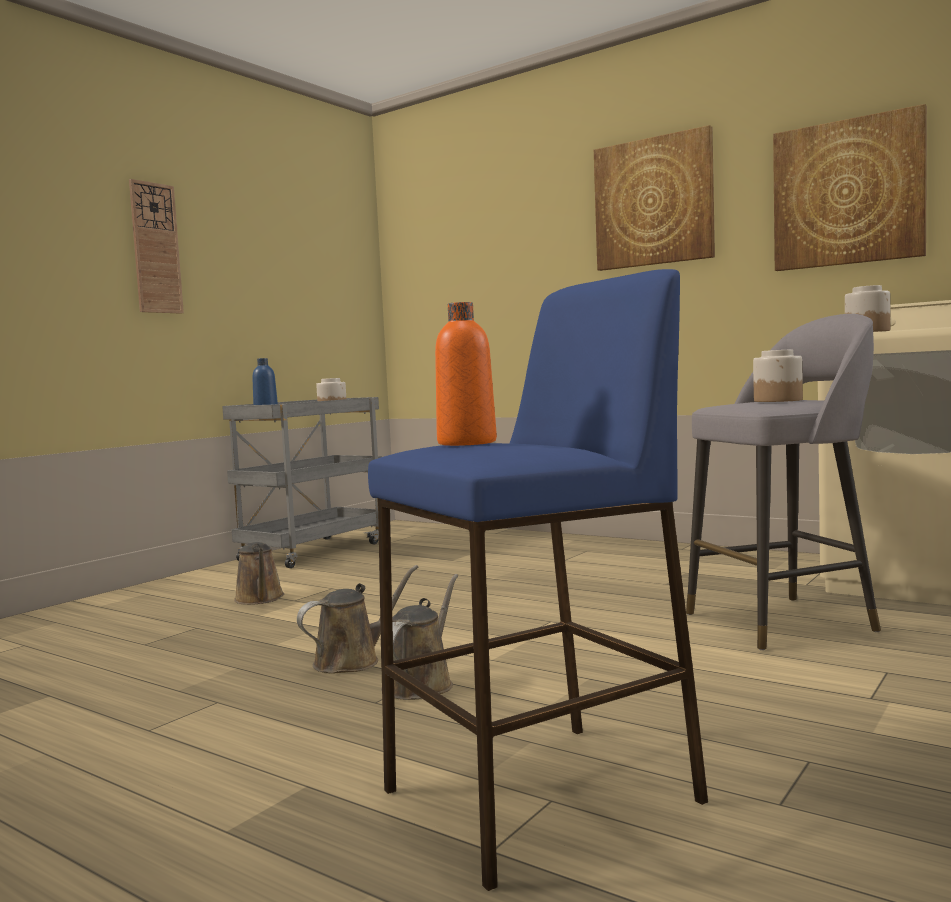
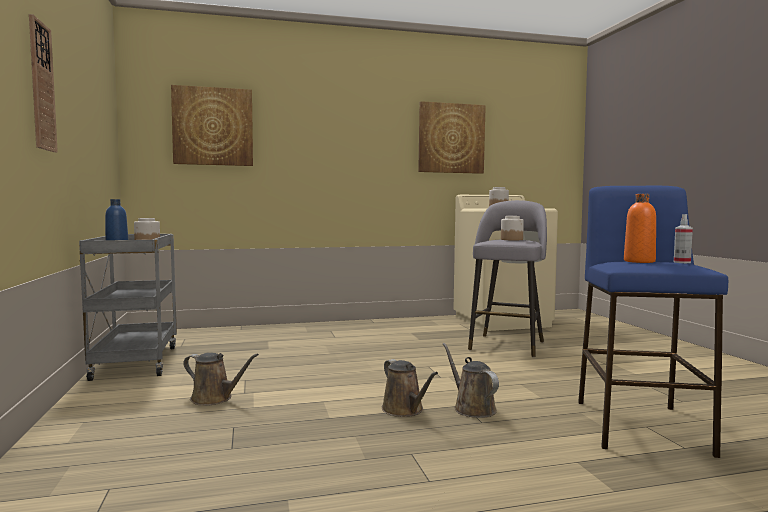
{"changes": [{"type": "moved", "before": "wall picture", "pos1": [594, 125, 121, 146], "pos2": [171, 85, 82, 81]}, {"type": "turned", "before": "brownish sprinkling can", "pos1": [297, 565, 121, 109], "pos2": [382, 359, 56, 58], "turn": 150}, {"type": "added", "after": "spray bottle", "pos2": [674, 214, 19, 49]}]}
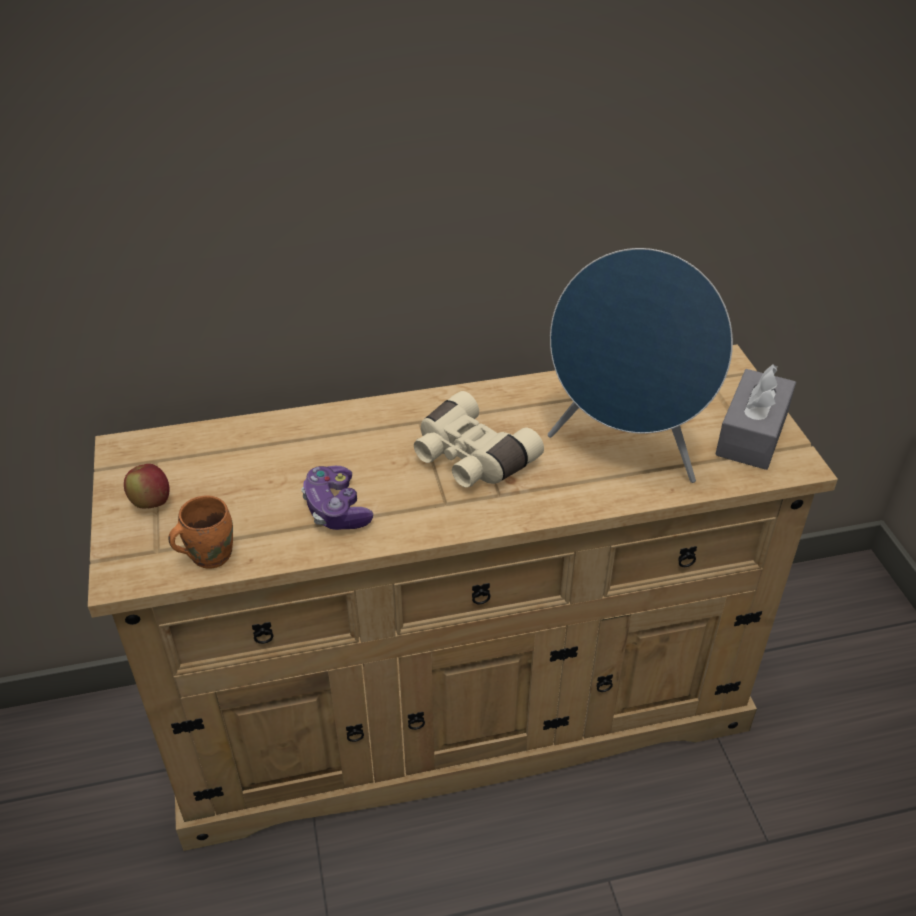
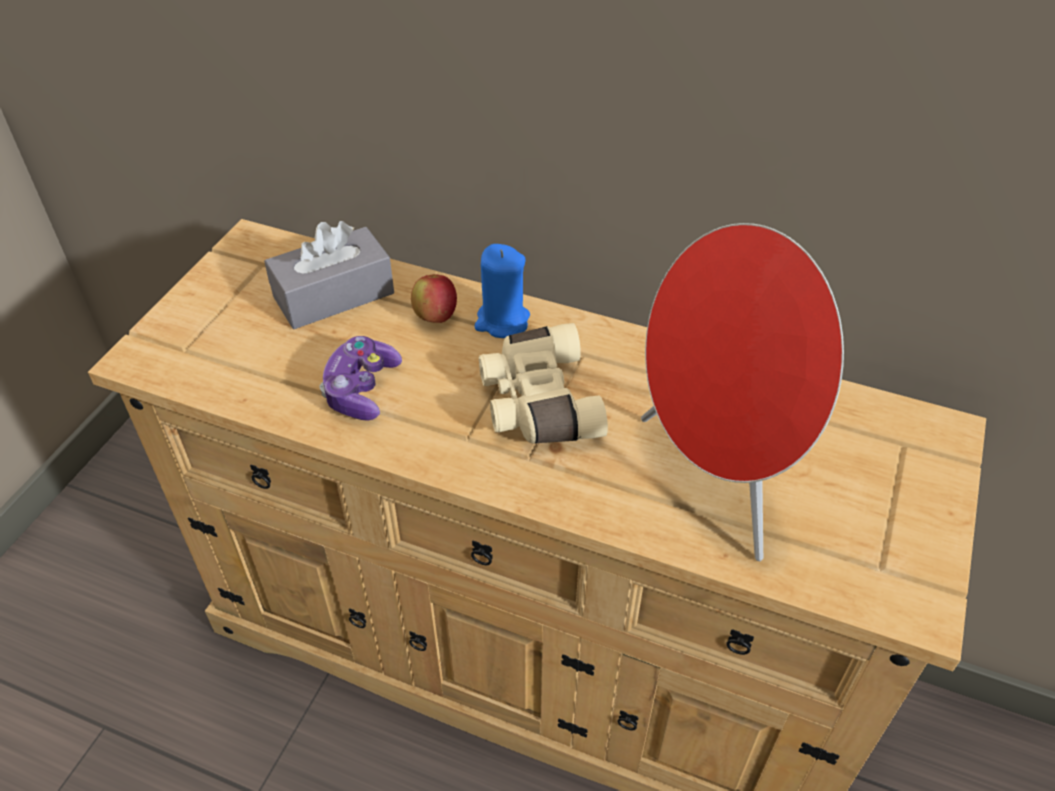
{"changes": [{"type": "recoloured", "before": "blue-coloured loudspeaker", "after": "red loudspeaker", "pos1": [548, 248, 185, 235], "pos2": [641, 223, 203, 338]}, {"type": "moved", "before": "grey tissue box", "pos1": [715, 364, 81, 106], "pos2": [264, 221, 130, 108]}, {"type": "moved", "before": "whole apple", "pos1": [124, 464, 45, 44], "pos2": [411, 274, 46, 49]}, {"type": "removed", "before": "orange-coloured tea mug", "pos1": [168, 496, 65, 73]}, {"type": "added", "after": "blue-coloured wax light", "pos2": [474, 244, 56, 94]}]}
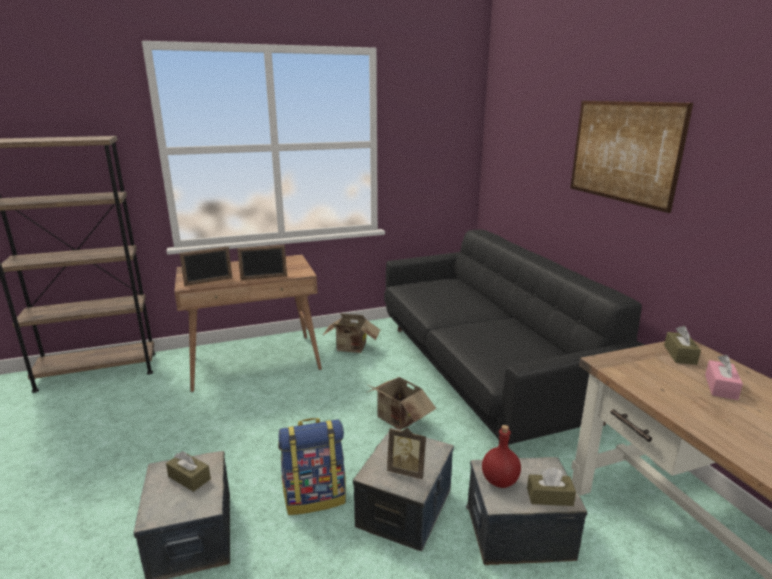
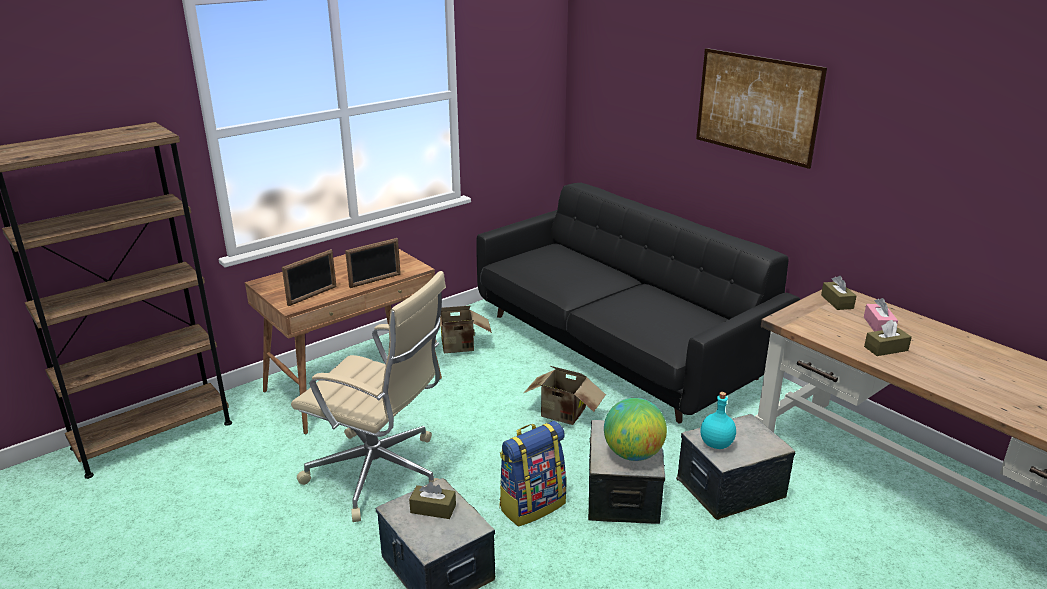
{"changes": [{"type": "recoloured", "before": "red beverage bottle", "after": "turquoise beverage bottle", "pos1": [482, 425, 39, 63], "pos2": [701, 392, 35, 57]}, {"type": "replaced", "before": "picture frame", "after": "desk globe", "pos1": [387, 428, 39, 51], "pos2": [604, 398, 63, 63]}, {"type": "moved", "before": "brownish tissue box", "pos1": [527, 467, 49, 39], "pos2": [864, 320, 48, 36]}, {"type": "added", "after": "beige computer chair", "pos2": [291, 271, 155, 251]}]}
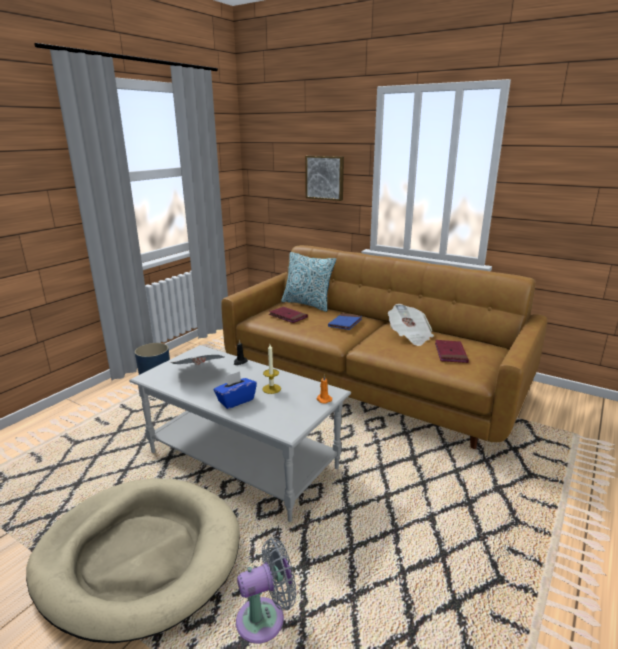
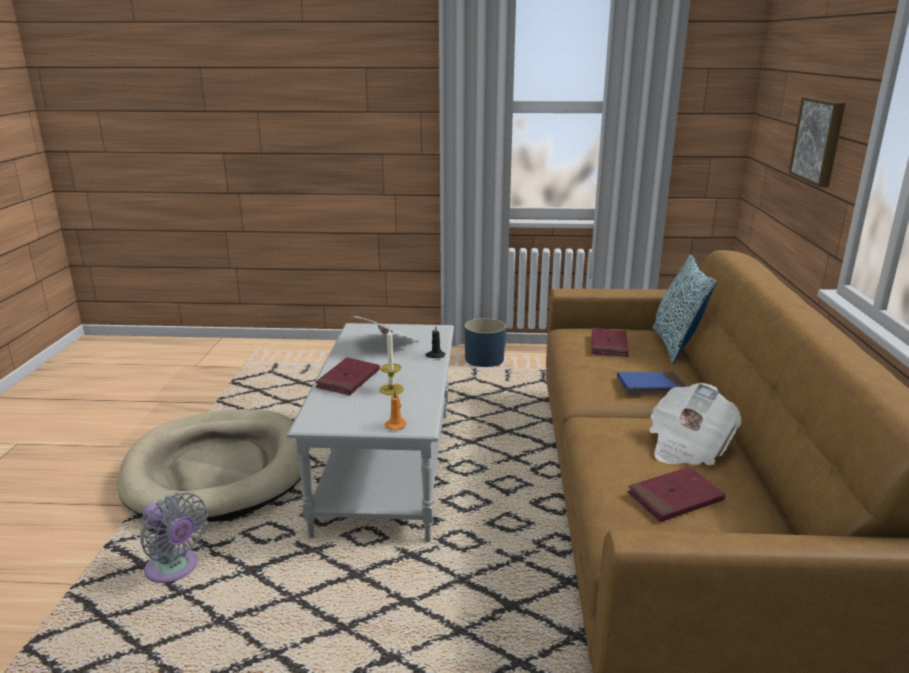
{"changes": [{"type": "replaced", "before": "blue-coloured tissue box", "after": "red book", "pos1": [214, 371, 43, 38], "pos2": [315, 358, 65, 37]}]}
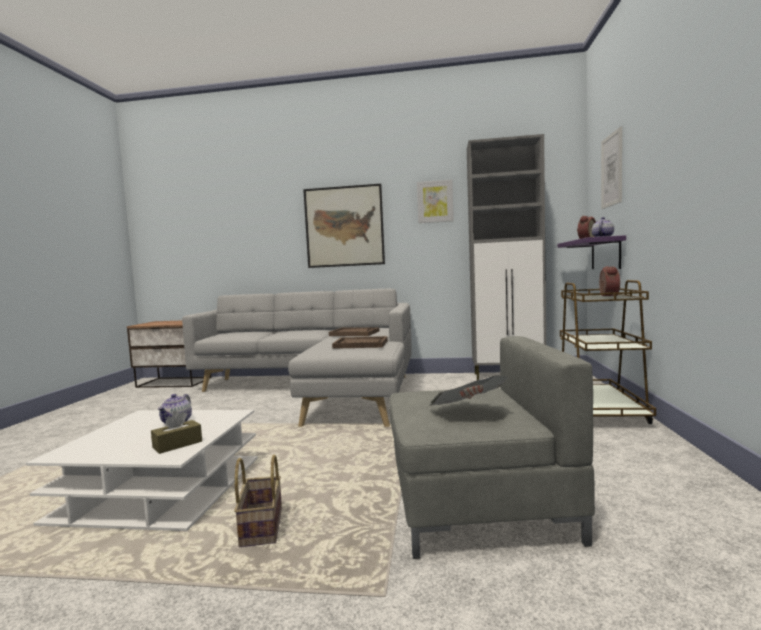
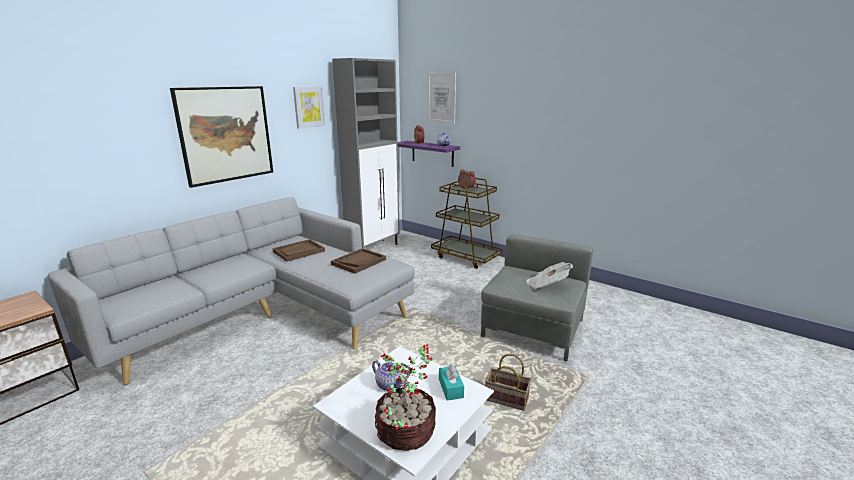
{"changes": [{"type": "recoloured", "before": "brownish tissue box", "after": "turquoise tissue box", "pos1": [151, 411, 51, 43], "pos2": [439, 363, 25, 38]}, {"type": "added", "after": "houseplant", "pos2": [375, 344, 61, 107]}]}
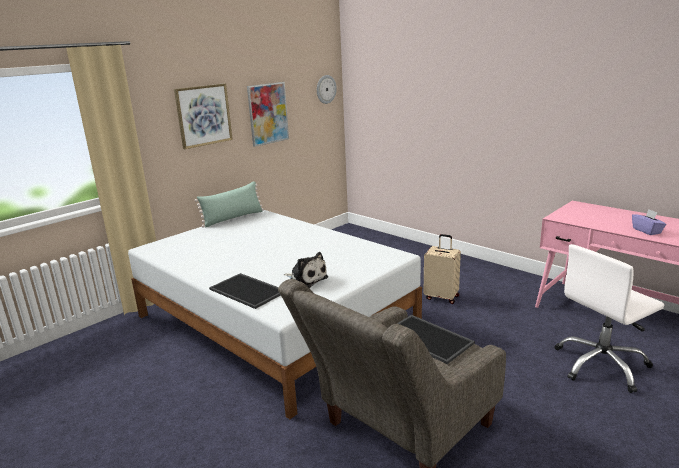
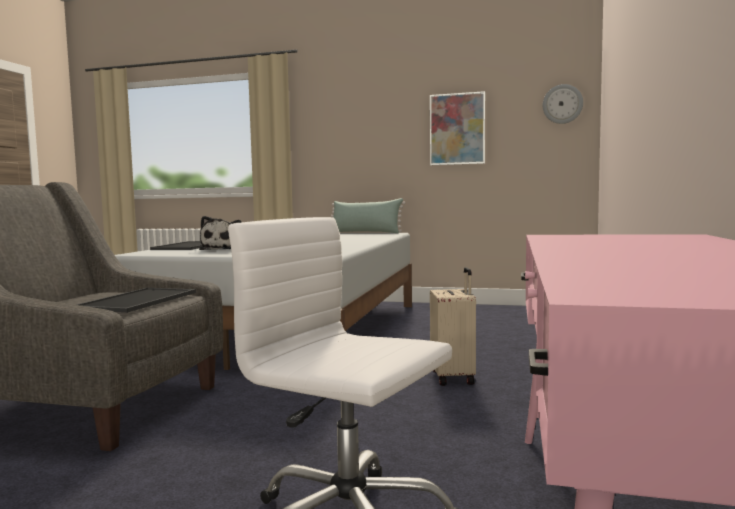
{"changes": [{"type": "removed", "before": "wall picture", "pos1": [174, 83, 59, 66]}, {"type": "removed", "before": "purplish tissue box", "pos1": [632, 209, 34, 26]}]}
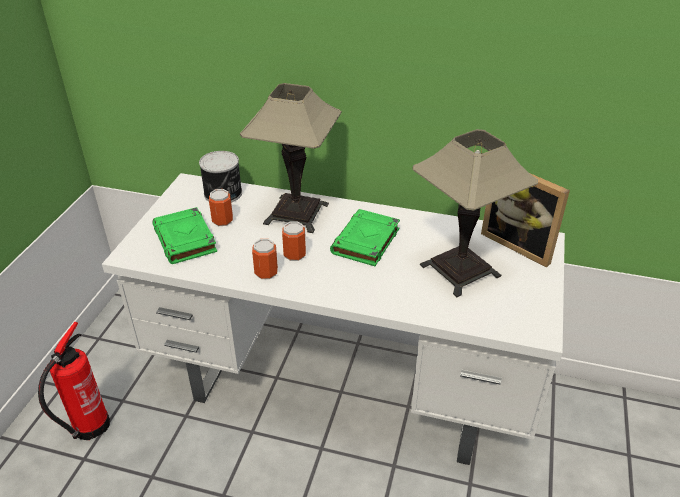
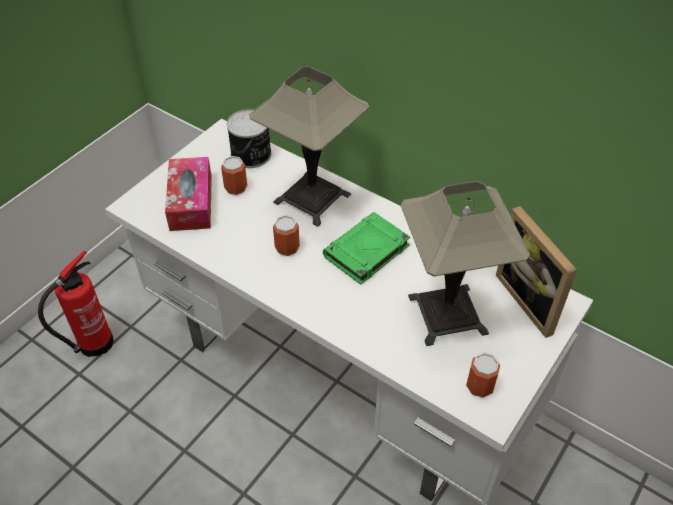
{"changes": [{"type": "replaced", "before": "greenish book", "after": "tissue box", "pos1": [152, 207, 65, 57], "pos2": [165, 157, 47, 74]}, {"type": "moved", "before": "sealed can", "pos1": [252, 239, 26, 40], "pos2": [466, 353, 34, 45]}]}
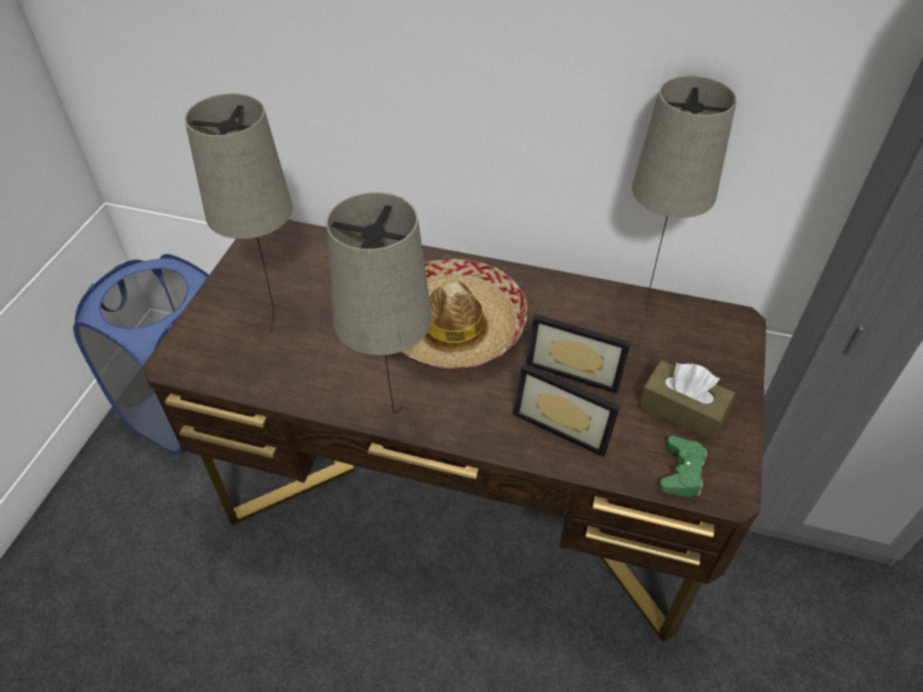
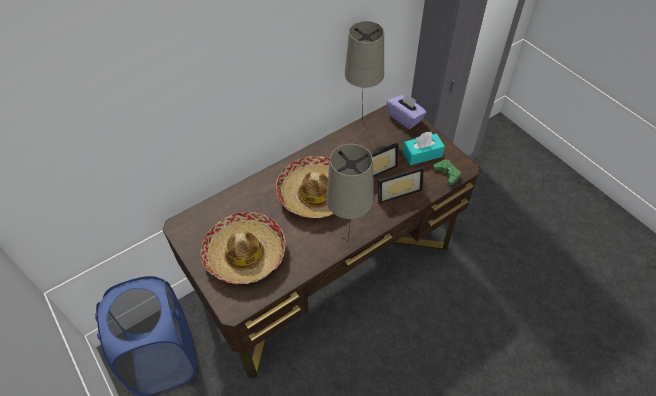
{"changes": [{"type": "replaced", "before": "beige tabletop lamp", "after": "hat", "pos1": [185, 93, 108, 240], "pos2": [200, 212, 85, 72]}, {"type": "recoloured", "before": "brownish tissue box", "after": "turquoise tissue box", "pos1": [638, 360, 97, 82], "pos2": [403, 132, 42, 33]}, {"type": "added", "after": "purplish tissue box", "pos2": [387, 92, 40, 37]}]}
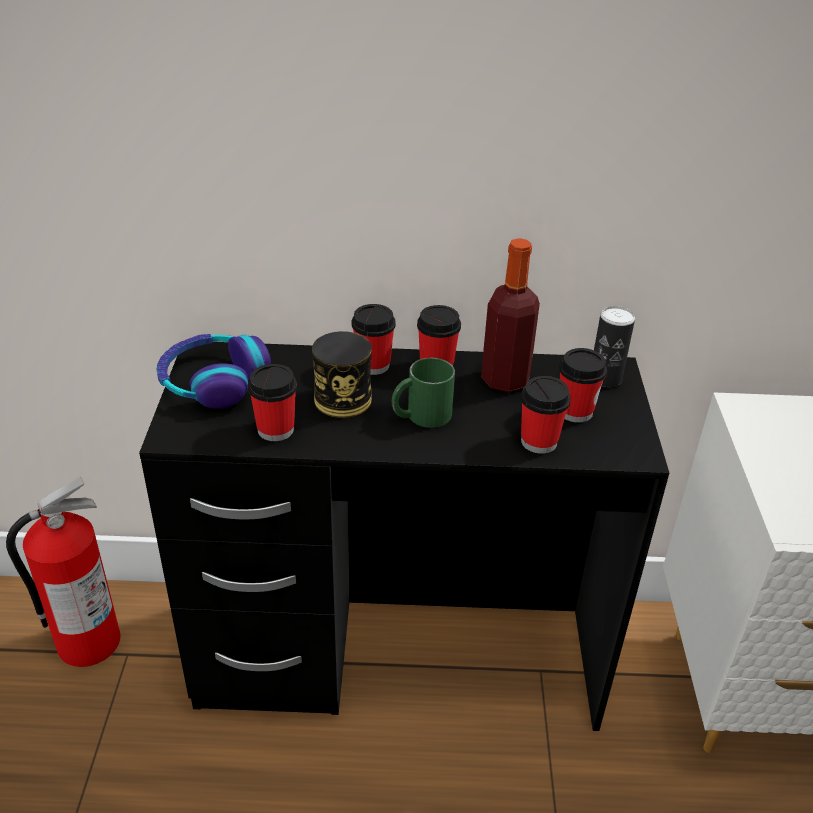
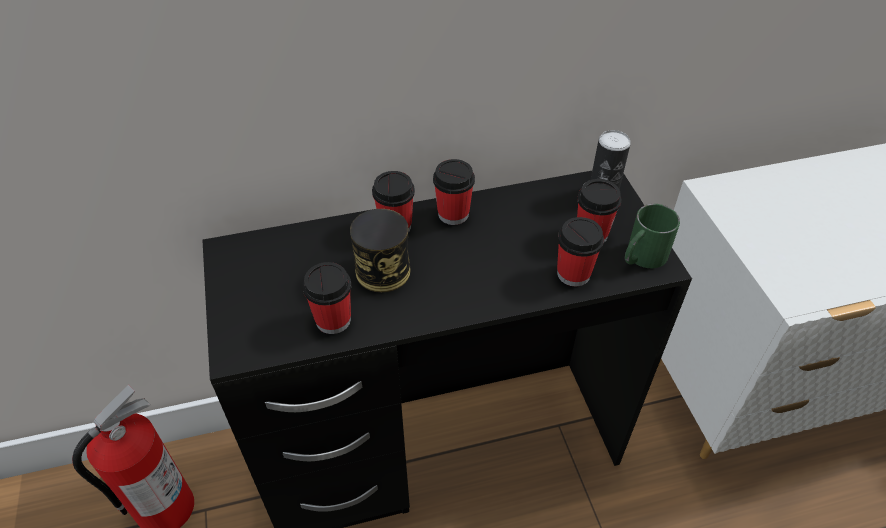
{"changes": [{"type": "removed", "before": "beverage bottle", "pos1": [481, 238, 59, 154]}, {"type": "removed", "before": "headphones", "pos1": [156, 334, 115, 75]}, {"type": "moved", "before": "greenish tea mug", "pos1": [392, 358, 63, 70], "pos2": [625, 204, 55, 64]}]}
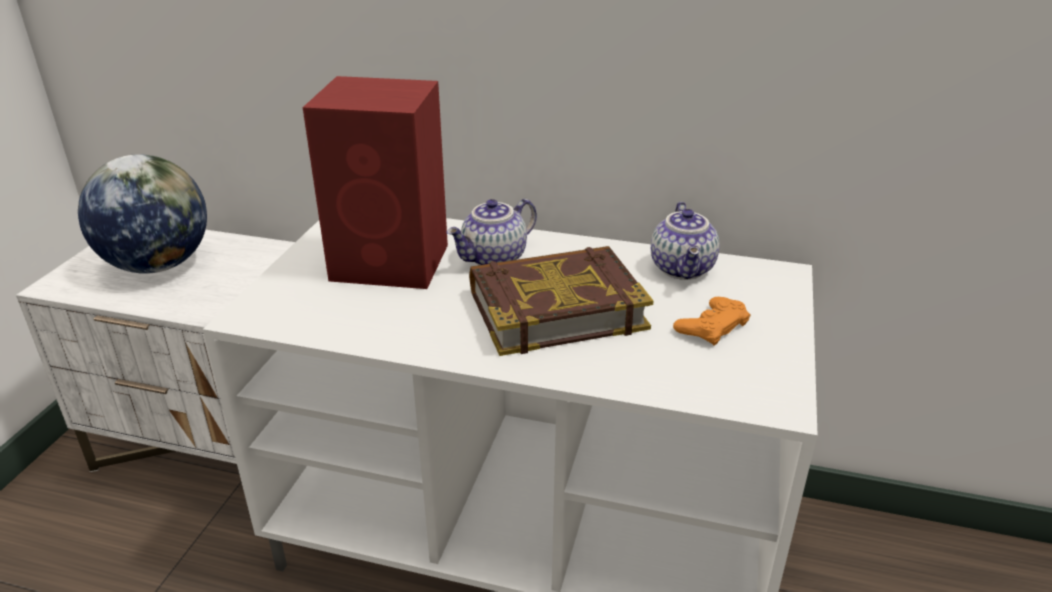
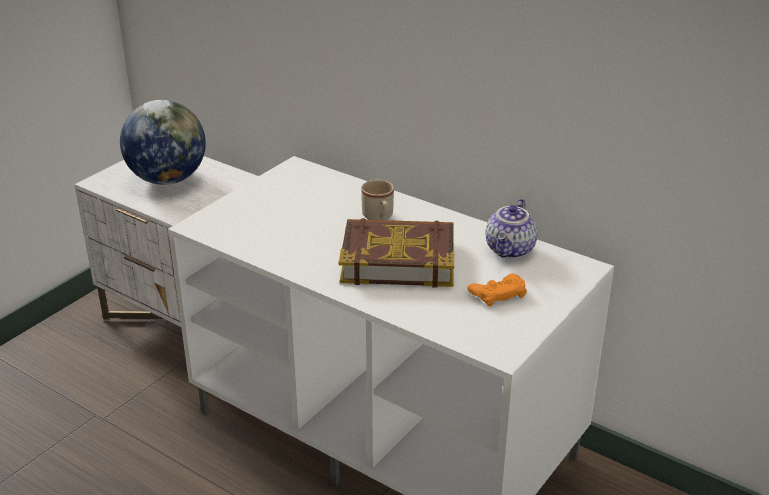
{"changes": [{"type": "removed", "before": "red loudspeaker", "pos1": [303, 76, 145, 213]}, {"type": "replaced", "before": "pot for tea", "after": "beige tea mug", "pos1": [446, 199, 91, 66], "pos2": [361, 180, 33, 40]}]}
